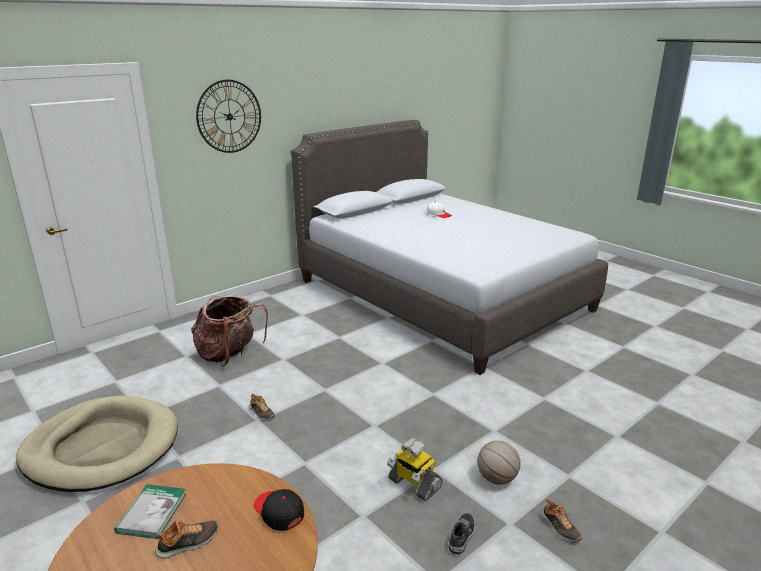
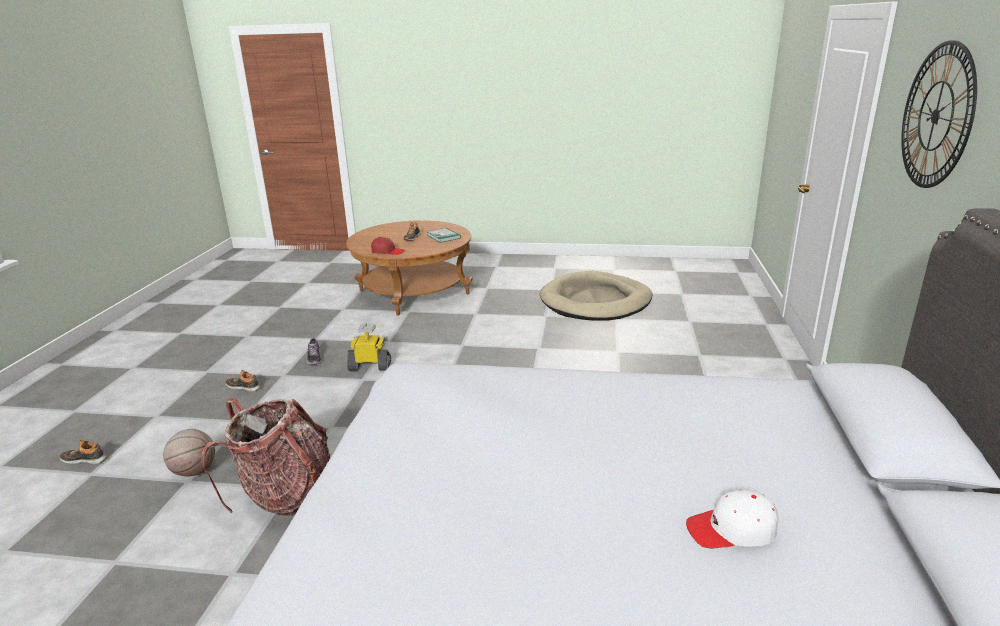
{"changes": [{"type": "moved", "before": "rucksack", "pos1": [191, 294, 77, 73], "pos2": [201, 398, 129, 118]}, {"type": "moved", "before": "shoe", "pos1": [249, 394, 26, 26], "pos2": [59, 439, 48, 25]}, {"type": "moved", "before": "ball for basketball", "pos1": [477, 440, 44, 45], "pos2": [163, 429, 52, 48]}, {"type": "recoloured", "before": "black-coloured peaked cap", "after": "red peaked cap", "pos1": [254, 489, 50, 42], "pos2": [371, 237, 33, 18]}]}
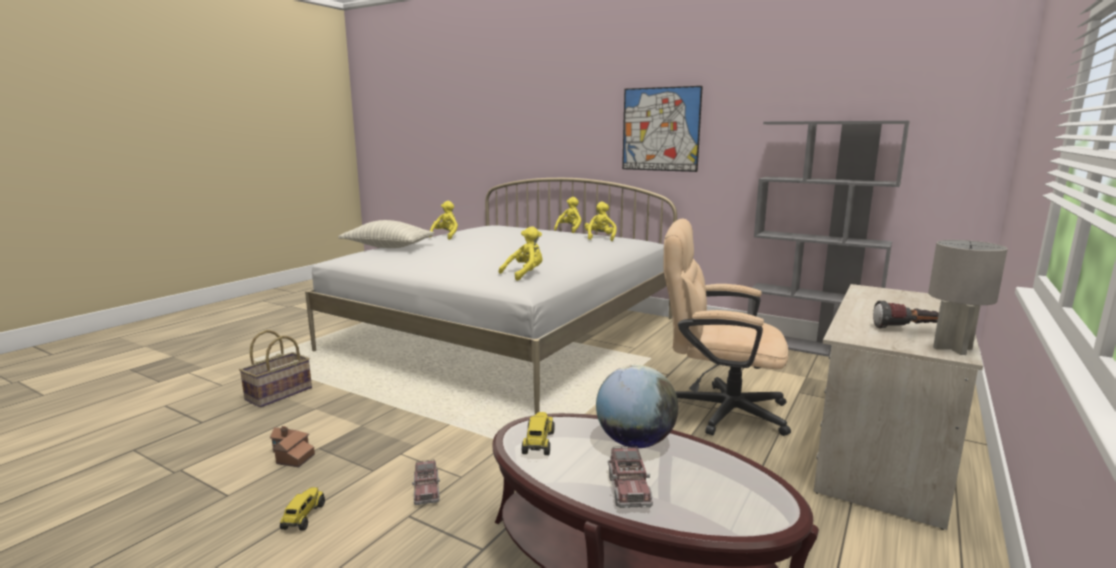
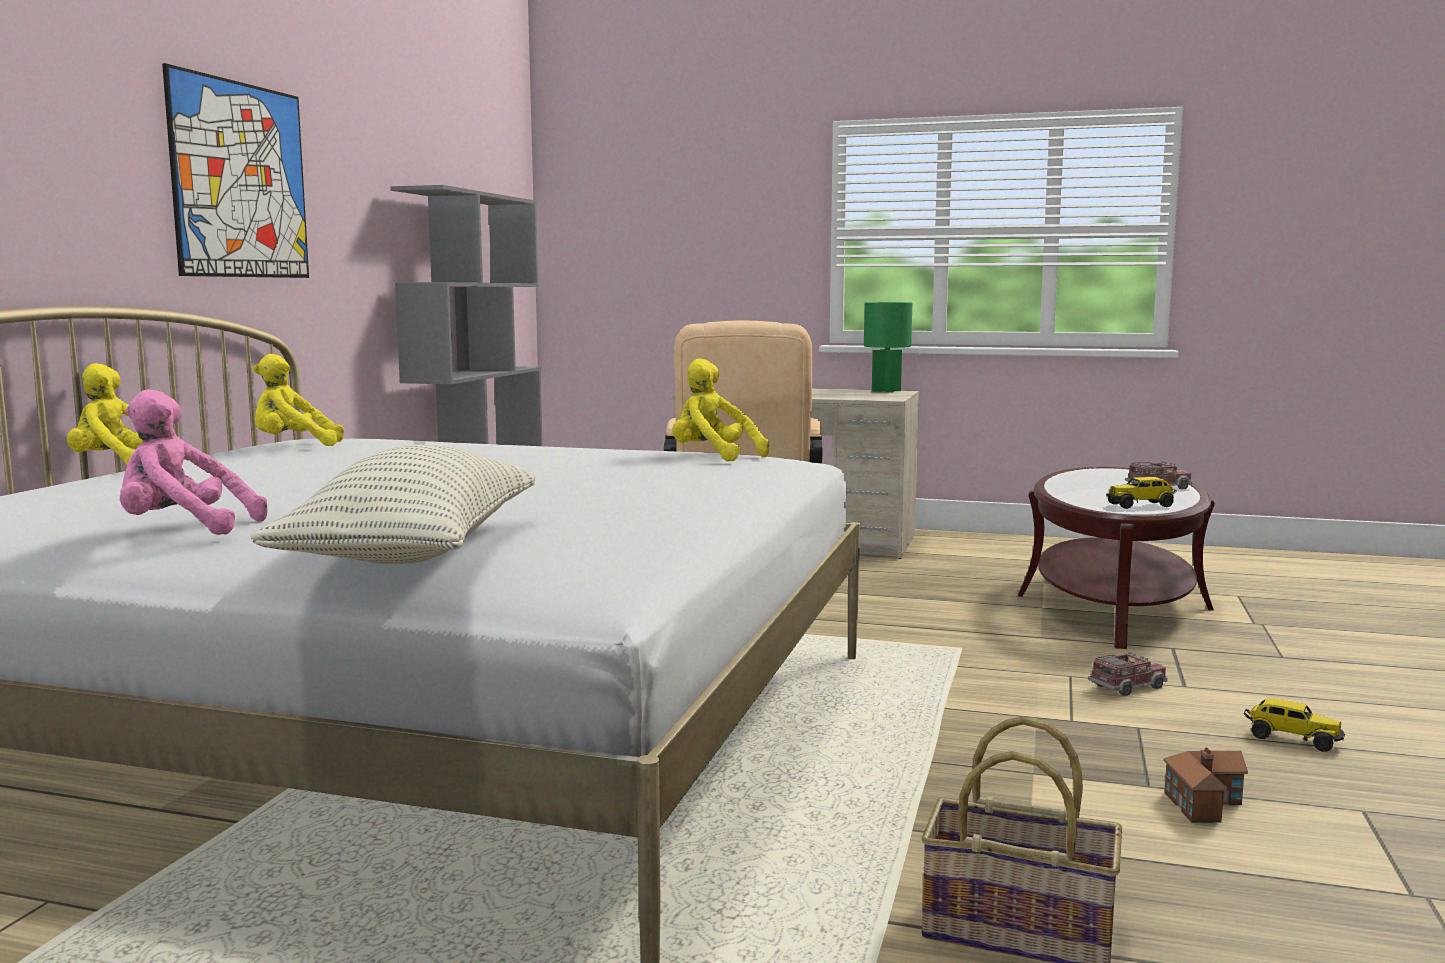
{"changes": [{"type": "recoloured", "before": "yellowish cuddly toy", "after": "pink-coloured cuddly toy", "pos1": [429, 201, 29, 39], "pos2": [120, 389, 148, 146]}, {"type": "recoloured", "before": "grey tabletop lamp", "after": "greenish tabletop lamp", "pos1": [928, 240, 80, 115], "pos2": [864, 302, 48, 91]}, {"type": "removed", "before": "hand torch", "pos1": [873, 300, 66, 29]}, {"type": "removed", "before": "desk globe", "pos1": [596, 365, 82, 83]}, {"type": "turned", "before": "toy lorry", "pos1": [280, 487, 45, 44], "pos2": [1244, 698, 101, 54], "turn": -135}]}
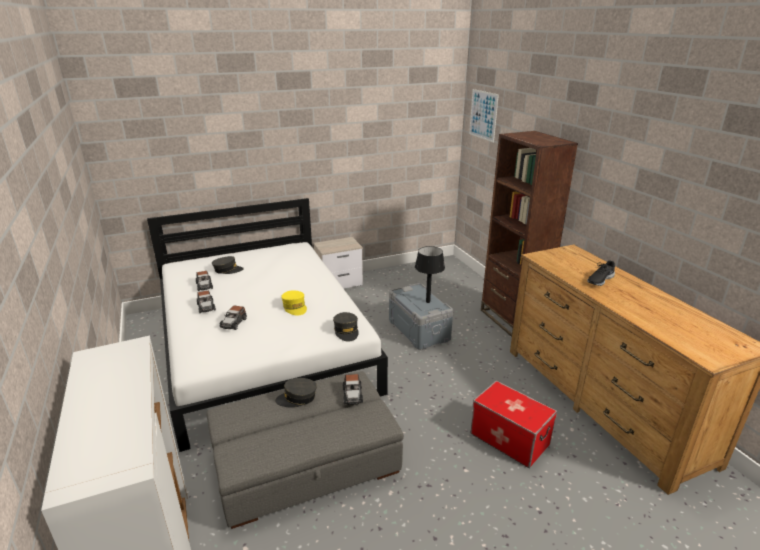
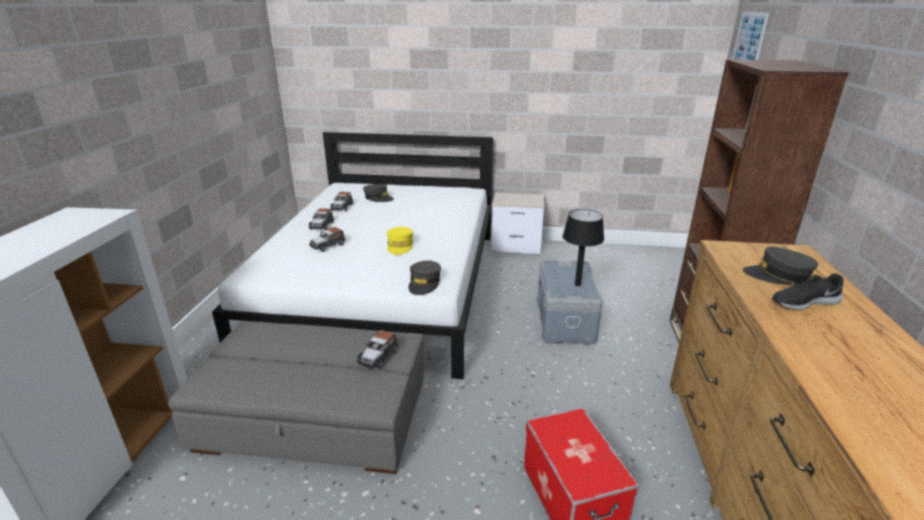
{"changes": [{"type": "moved", "before": "grey peaked cap", "pos1": [275, 378, 42, 30], "pos2": [743, 246, 75, 39]}]}
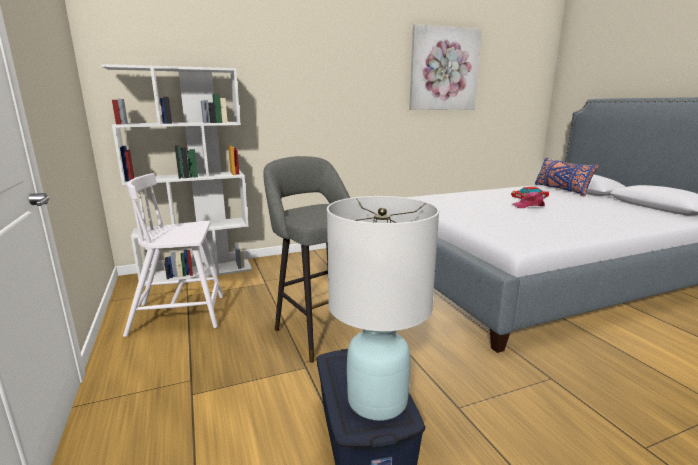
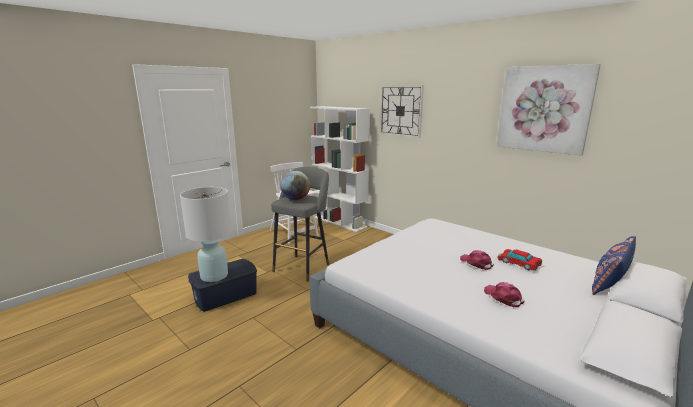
{"changes": [{"type": "added", "after": "hanging clock", "pos2": [380, 85, 44, 53]}, {"type": "added", "after": "desk globe", "pos2": [280, 171, 30, 29]}, {"type": "added", "after": "pink-coloured peaked cap", "pos2": [484, 282, 40, 25]}]}
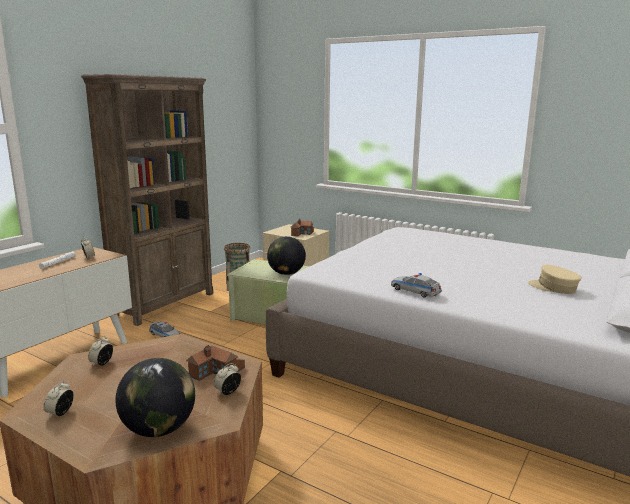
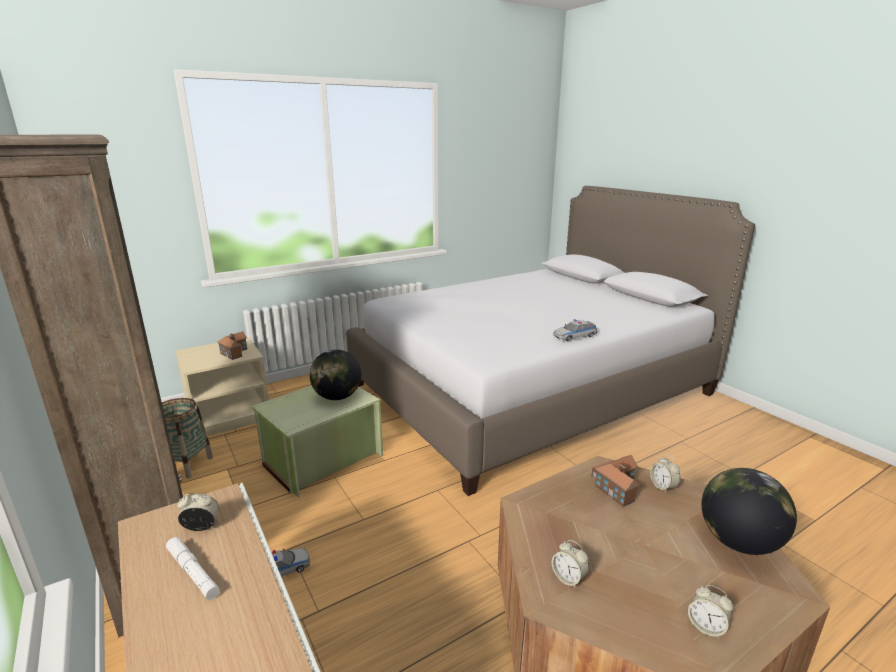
{"changes": [{"type": "removed", "before": "beige peaked cap", "pos1": [528, 265, 54, 29]}]}
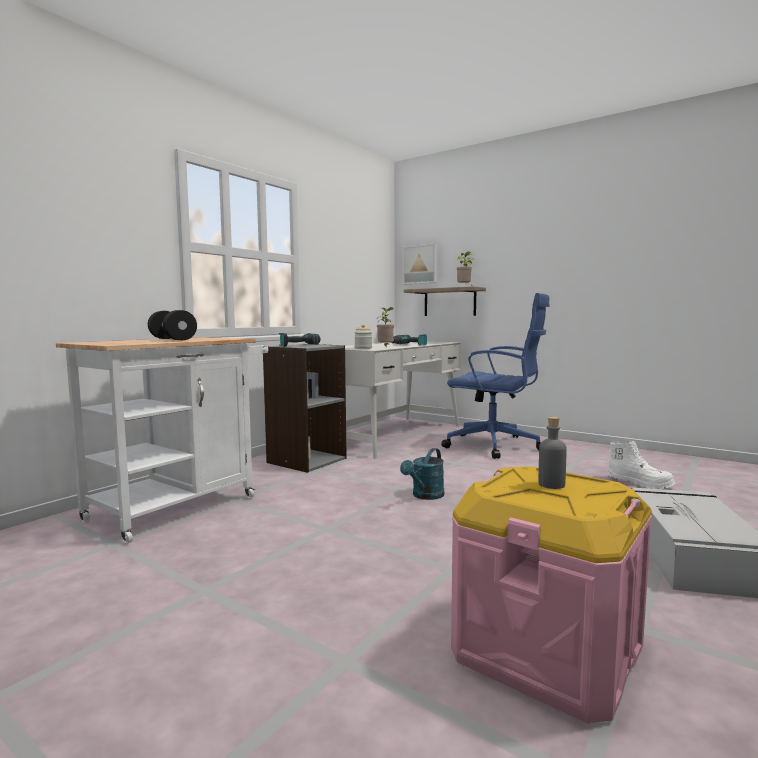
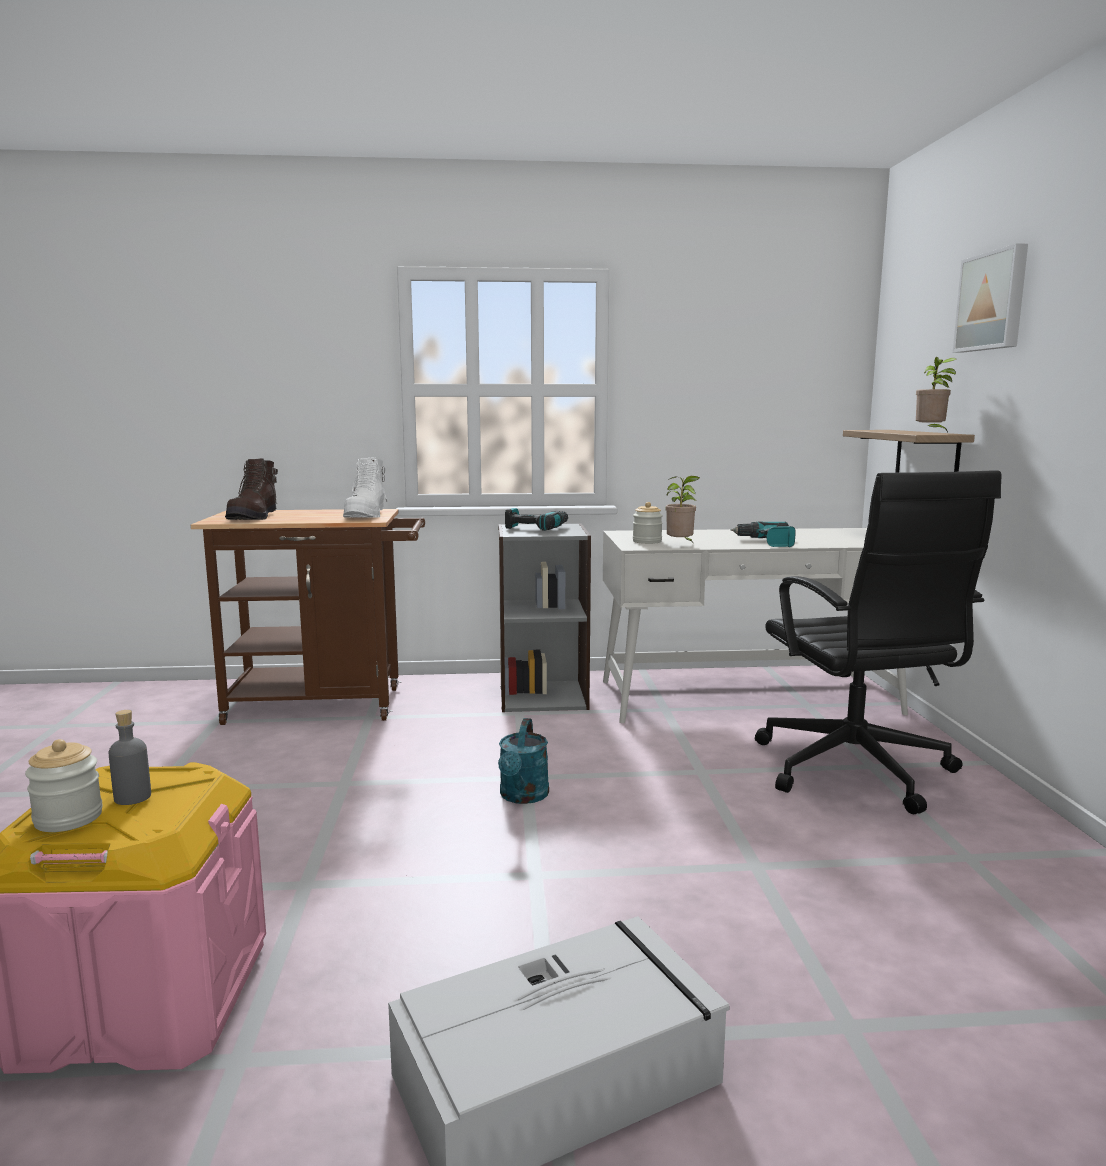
{"changes": [{"type": "moved", "before": "wall picture", "pos1": [403, 244, 35, 40], "pos2": [953, 243, 75, 110]}, {"type": "recoloured", "before": "blue-coloured computer chair", "after": "black-coloured computer chair", "pos1": [441, 293, 109, 166], "pos2": [755, 470, 247, 344]}, {"type": "removed", "before": "black-coloured free weight", "pos1": [148, 310, 49, 30]}, {"type": "recoloured", "before": "white-coloured wheeled cart", "after": "brownish wheeled cart", "pos1": [56, 337, 212, 207], "pos2": [191, 509, 234, 216]}, {"type": "moved", "before": "white-coloured tall boot", "pos1": [608, 440, 67, 49], "pos2": [343, 457, 44, 61]}, {"type": "turned", "before": "turquoise sprinkling can", "pos1": [400, 448, 44, 52], "pos2": [498, 718, 51, 86], "turn": -75}, {"type": "added", "after": "brownish tall boot", "pos2": [225, 458, 53, 62]}, {"type": "added", "after": "jar", "pos2": [25, 739, 78, 93]}]}
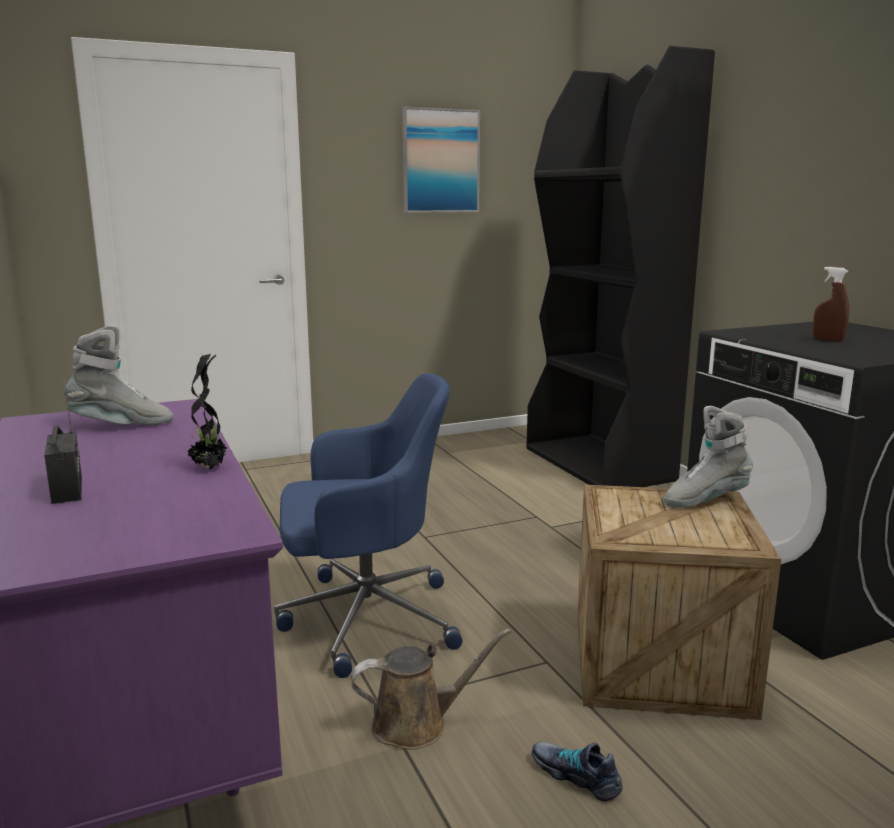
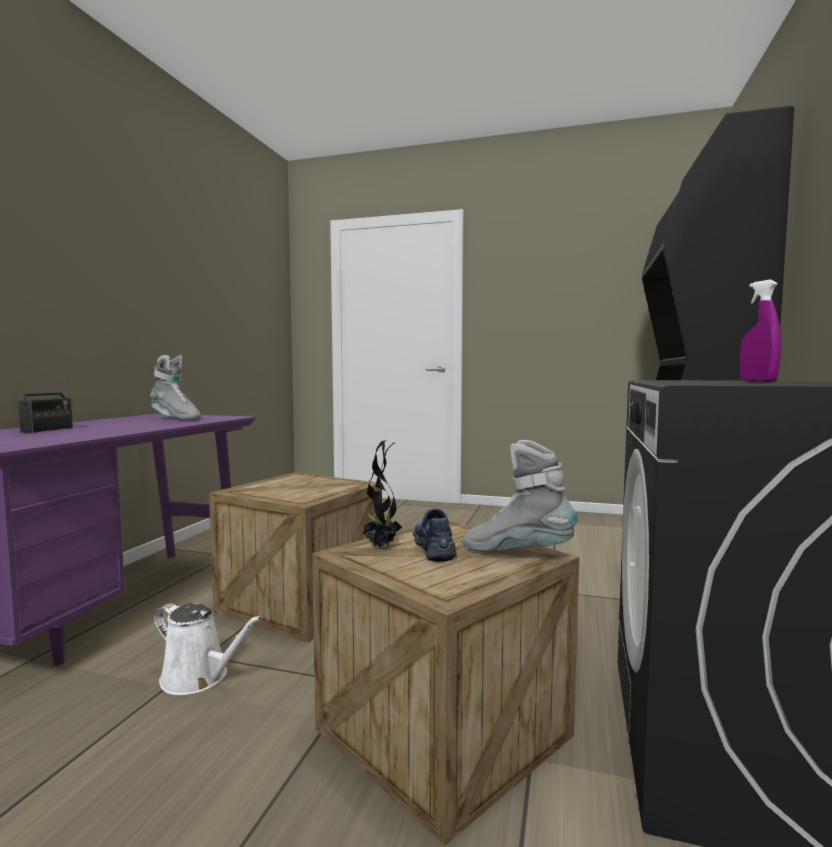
{"changes": [{"type": "removed", "before": "wall picture", "pos1": [402, 107, 78, 106]}, {"type": "recoloured", "before": "brownish spray bottle", "after": "purplish spray bottle", "pos1": [813, 267, 36, 75], "pos2": [740, 280, 41, 102]}, {"type": "moved", "before": "houseplant", "pos1": [187, 354, 42, 115], "pos2": [363, 440, 39, 108]}, {"type": "replaced", "before": "blue-coloured computer chair", "after": "crate", "pos1": [274, 373, 188, 305], "pos2": [209, 472, 173, 171]}, {"type": "recoloured", "before": "brownish sprinkling can", "after": "white-coloured sprinkling can", "pos1": [351, 629, 160, 121], "pos2": [154, 603, 108, 92]}, {"type": "moved", "before": "shoe", "pos1": [532, 742, 90, 60], "pos2": [413, 508, 43, 54]}]}
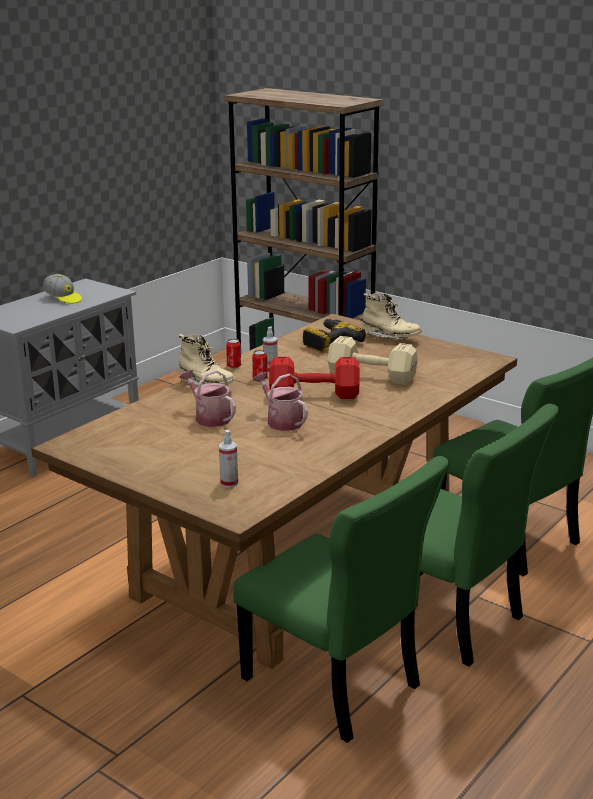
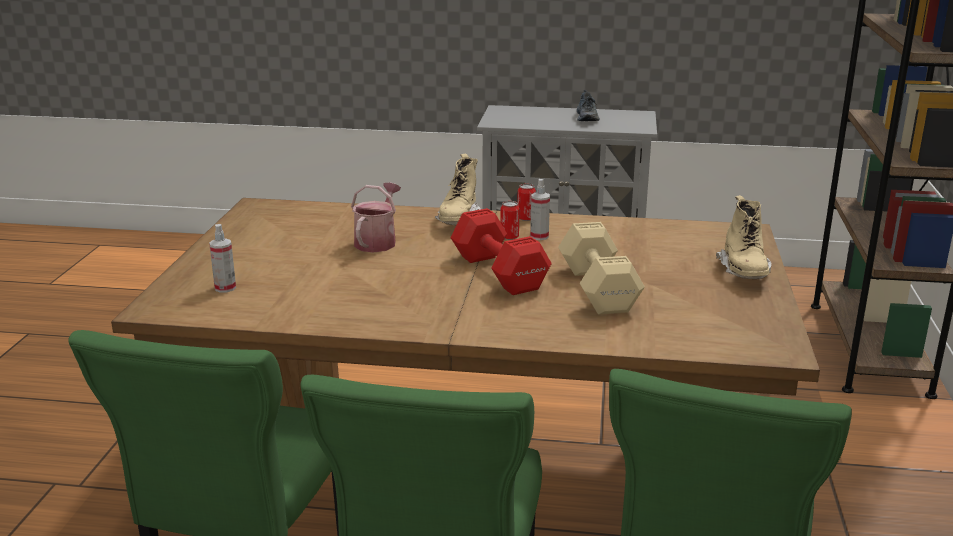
{"changes": [{"type": "replaced", "before": "peaked cap", "after": "shoe", "pos1": [43, 274, 39, 30], "pos2": [577, 90, 23, 31]}, {"type": "removed", "before": "power drill", "pos1": [303, 319, 63, 34]}, {"type": "removed", "before": "sprinkling can", "pos1": [253, 372, 55, 59]}]}
